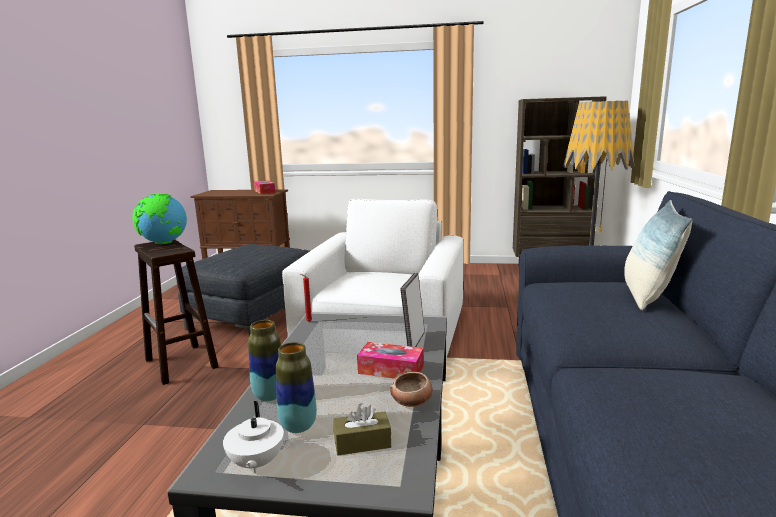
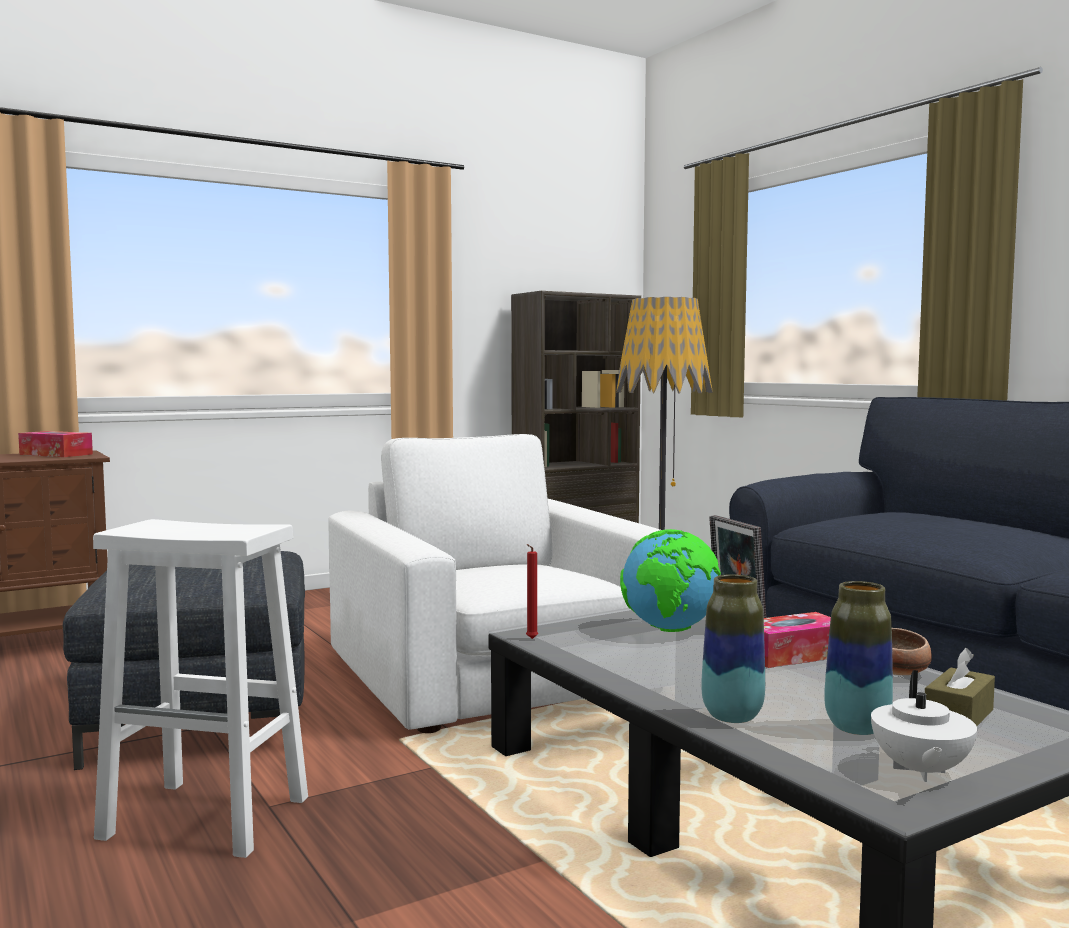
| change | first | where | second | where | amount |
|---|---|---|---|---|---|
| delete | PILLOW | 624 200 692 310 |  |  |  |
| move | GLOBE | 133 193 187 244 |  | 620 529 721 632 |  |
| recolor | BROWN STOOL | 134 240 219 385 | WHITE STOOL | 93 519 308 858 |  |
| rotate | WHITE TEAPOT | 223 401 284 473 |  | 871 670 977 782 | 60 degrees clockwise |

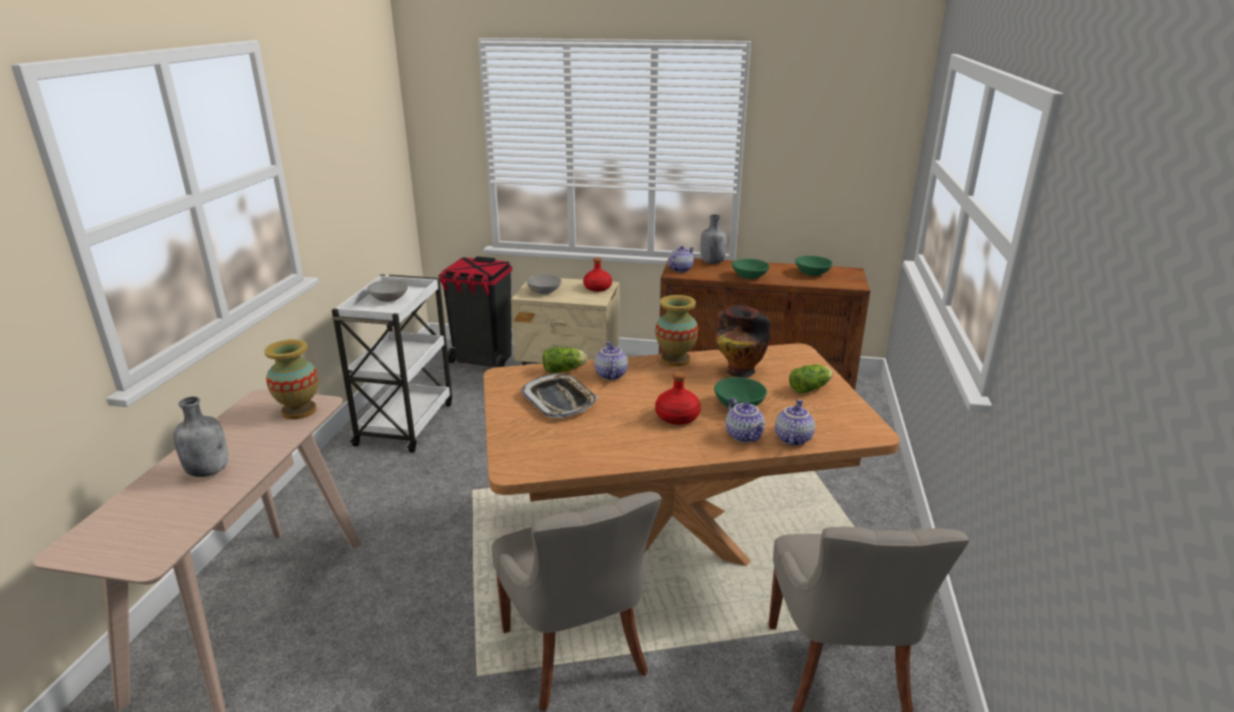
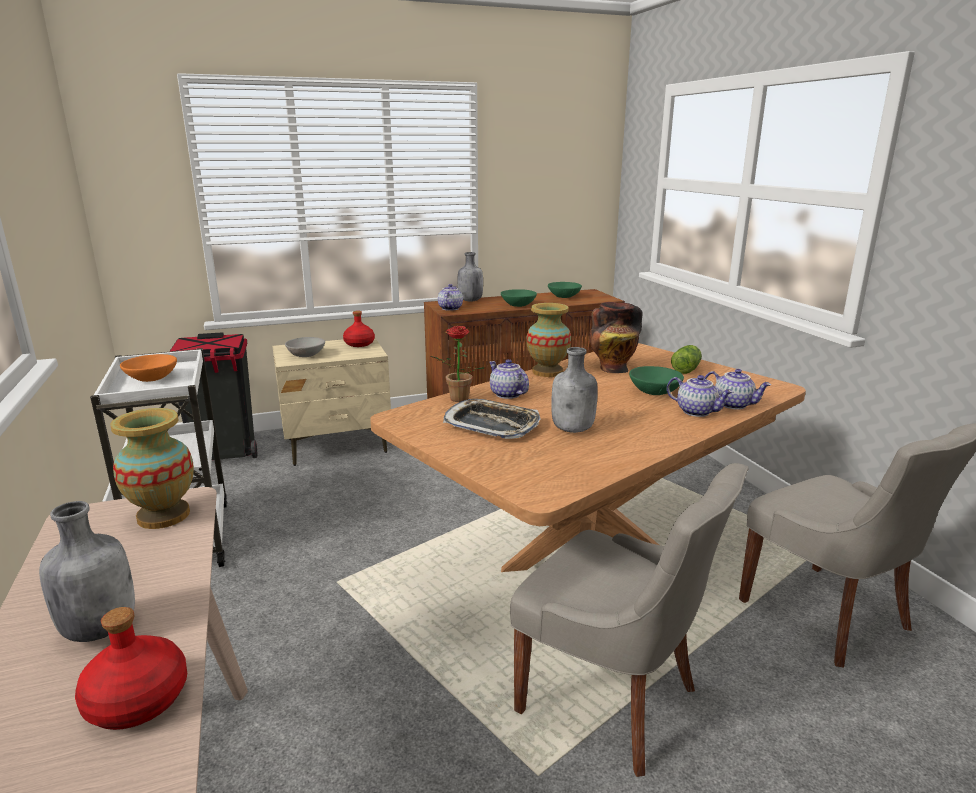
| change | first | where | second | where | amount |
|---|---|---|---|---|---|
| insert |  |  | GREY BOTTLE | 551 347 598 433 |  |
| move | RED BOTTLE | 655 371 701 425 |  | 75 607 187 730 |  |
| replace | LETTUCE | 542 347 587 373 | POTTED PLANT | 431 326 485 402 |  |
| recolor | GREY BOWL | 367 280 408 302 | ORANGE BOWL | 120 354 177 382 |  |
| rotate | TEAPOT | 775 399 815 446 |  | 704 369 771 410 | 135 degrees clockwise |

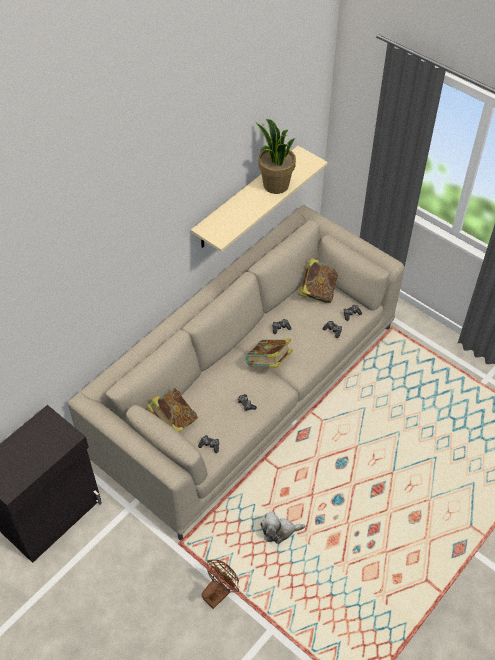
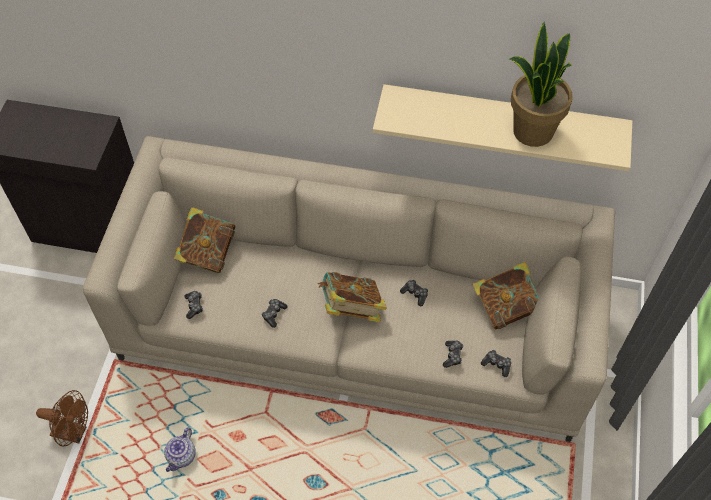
| change | first | where | second | where | amount |
|---|---|---|---|---|---|
| replace | PLUSH TOY | 260 512 305 544 | TEAPOT | 164 427 196 472 |  |

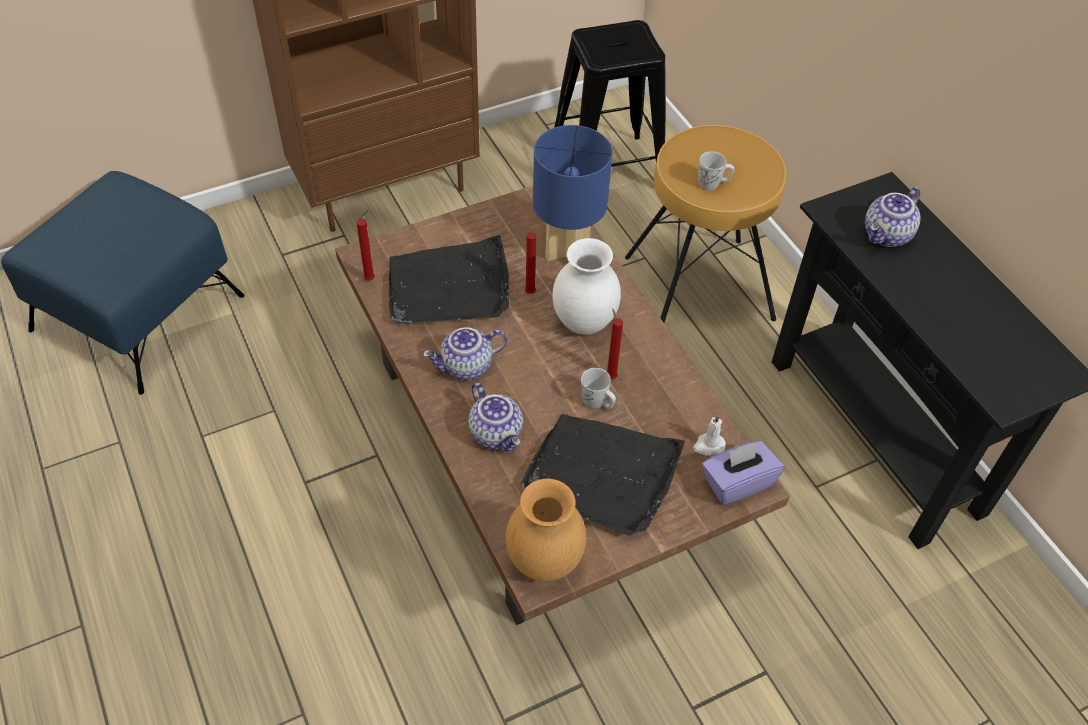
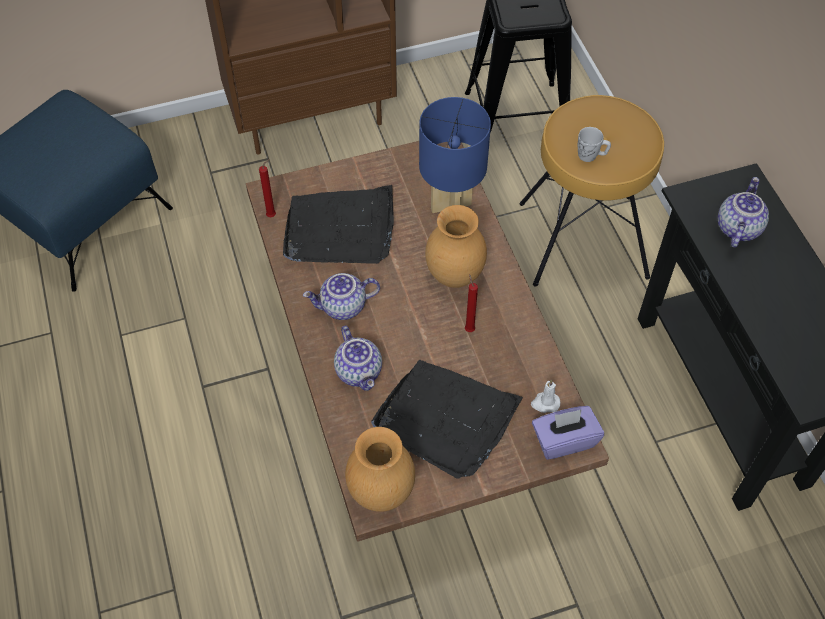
| change | first | where | second | where | amount |
|---|---|---|---|---|---|
| delete | RED CANDLE | 525 226 540 294 |  |  |  |
| delete | WHITE MUG | 581 368 616 409 |  |  |  |
| recolor | WHITE VASE | 553 238 621 335 | BROWN VASE | 425 205 487 288 |  |
| rotate | TEAPOT | 865 187 920 247 |  | 718 177 769 248 | 150 degrees clockwise |

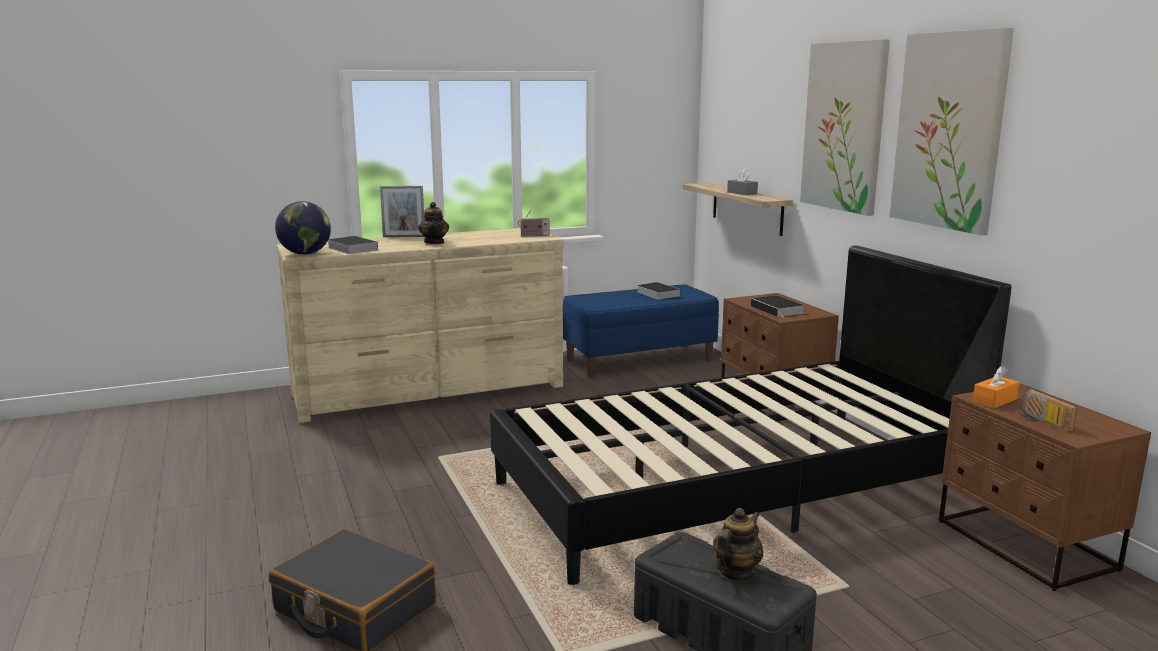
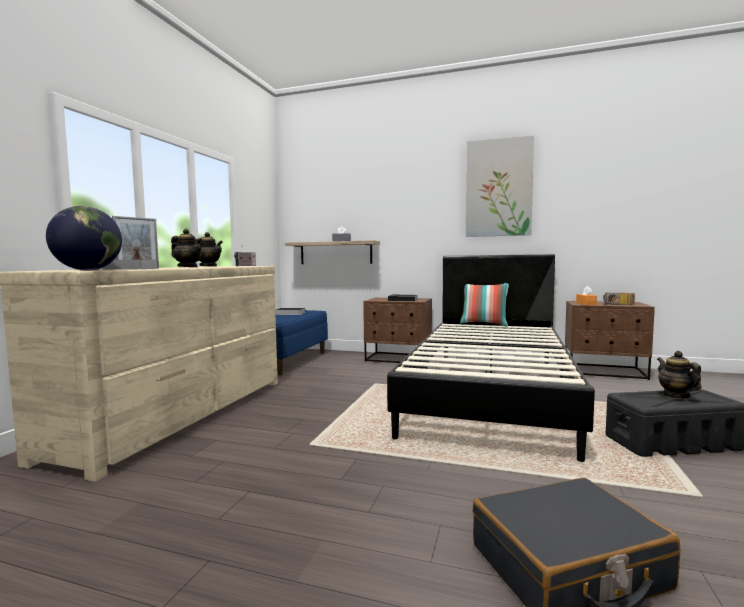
| change | first | where | second | where | amount |
|---|---|---|---|---|---|
| delete | PICTURE | 800 39 890 216 |  |  |  |
| insert |  |  | TEAPOT | 195 232 223 267 |  |
| insert |  |  | PILLOW | 460 283 509 326 |  |

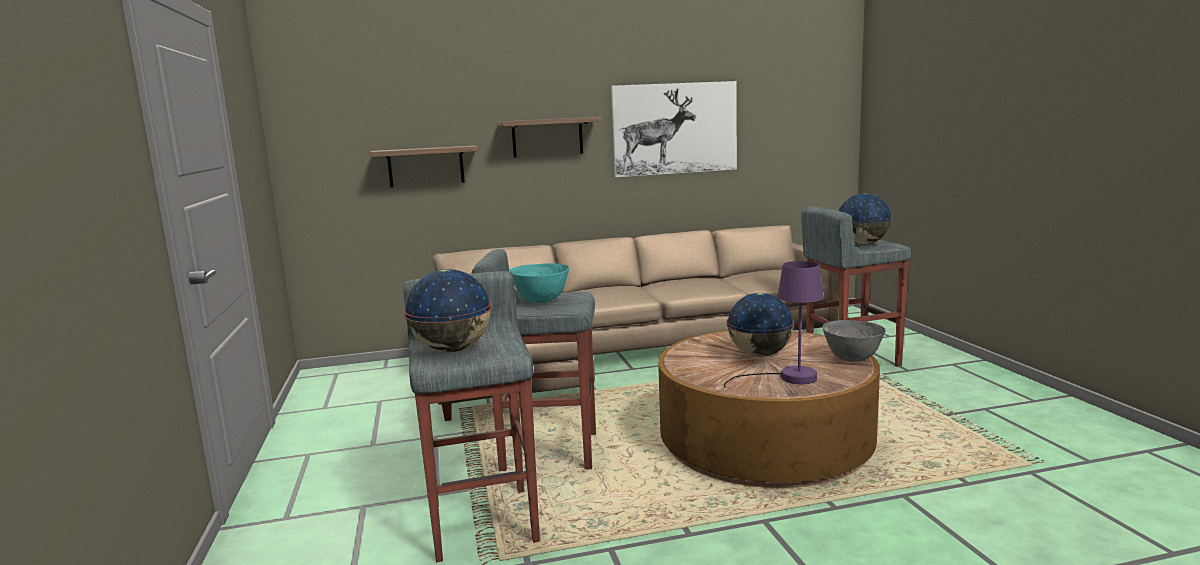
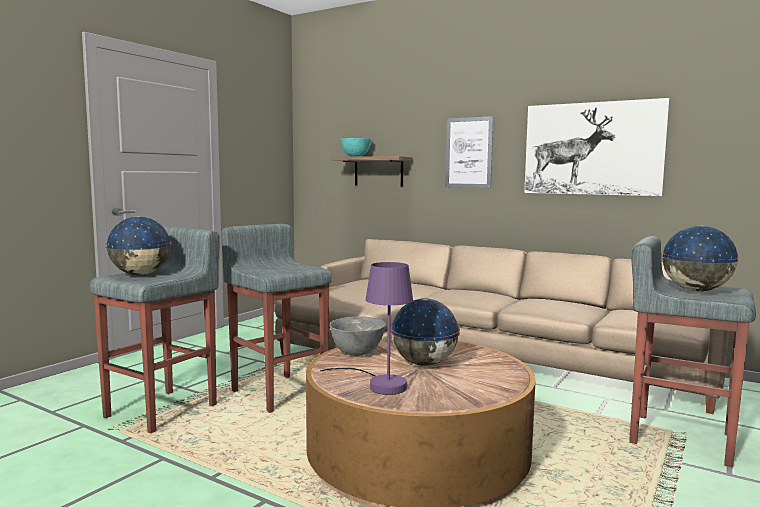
| change | first | where | second | where | amount |
|---|---|---|---|---|---|
| move | TURQUOISE BOWL | 509 263 569 303 |  | 340 138 372 157 |  |
| move | GREY BOWL | 823 320 885 362 |  | 330 316 386 356 |  |
| replace | SHELF | 498 117 602 157 | PICTURE | 445 116 493 188 |  |

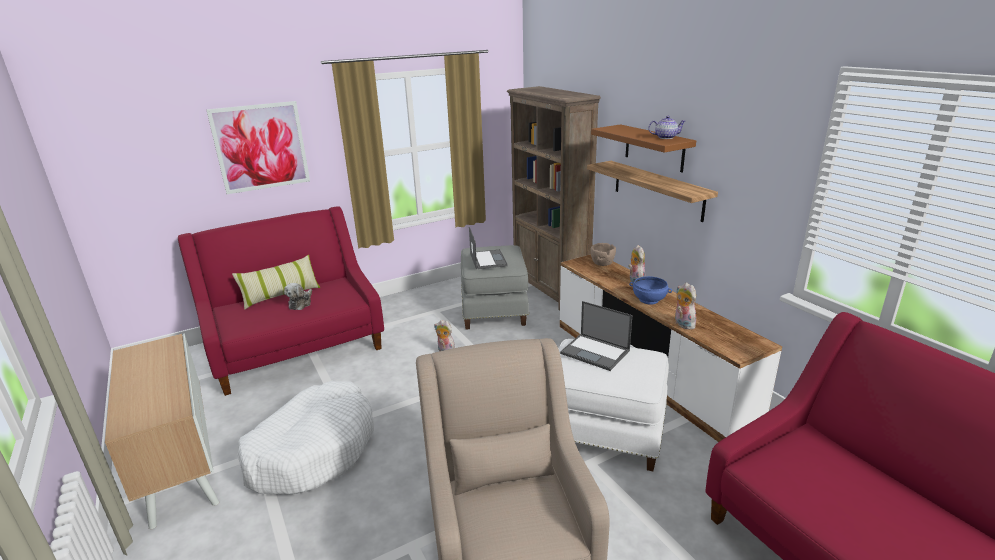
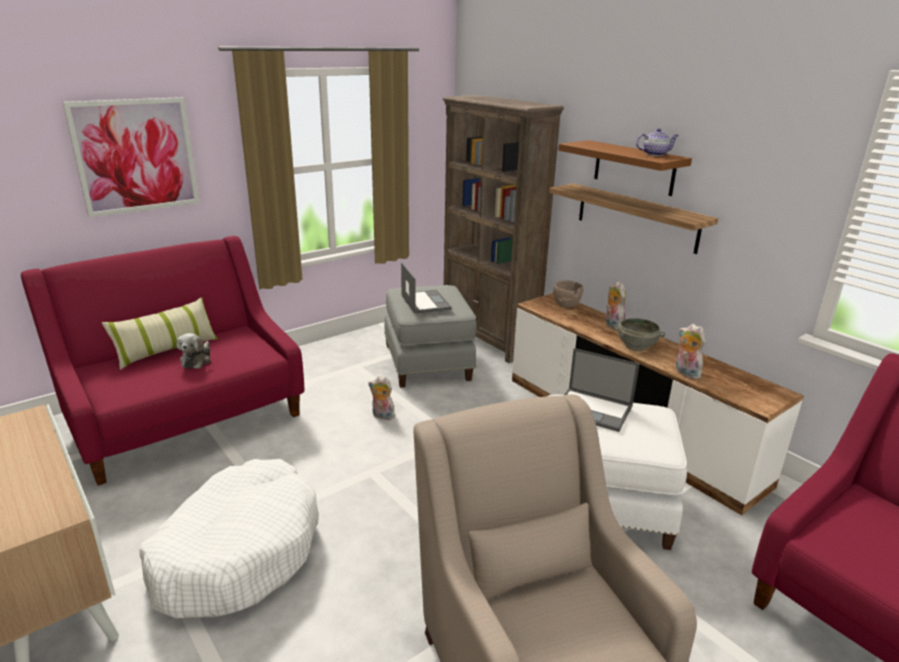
| change | first | where | second | where | amount |
|---|---|---|---|---|---|
| recolor | BLUE BOWL | 629 276 672 305 | GREY BOWL | 613 318 665 351 |  |

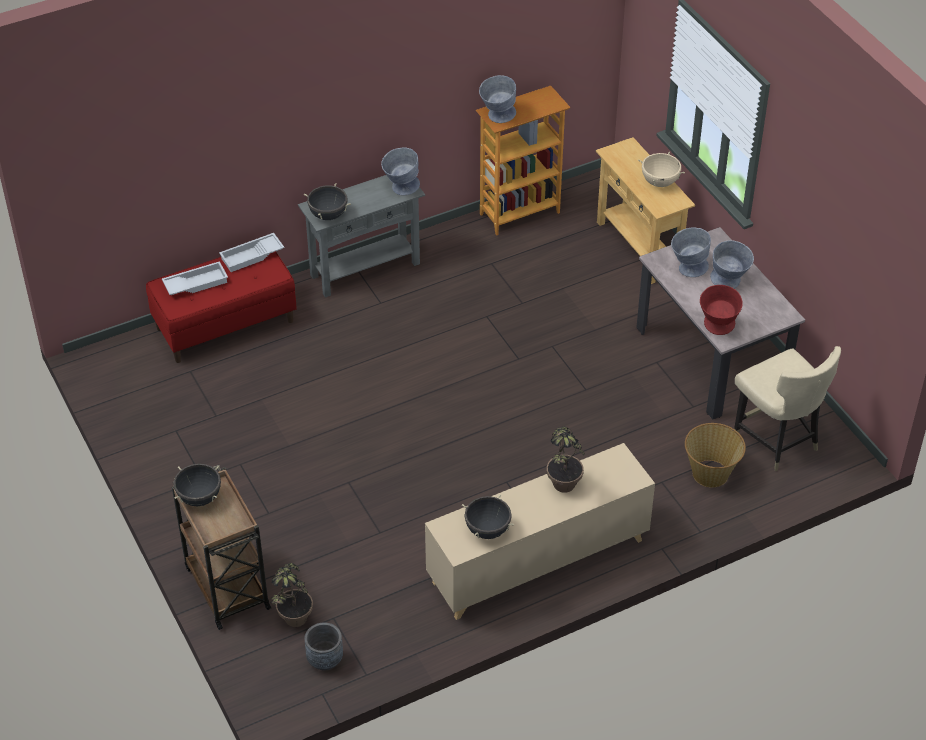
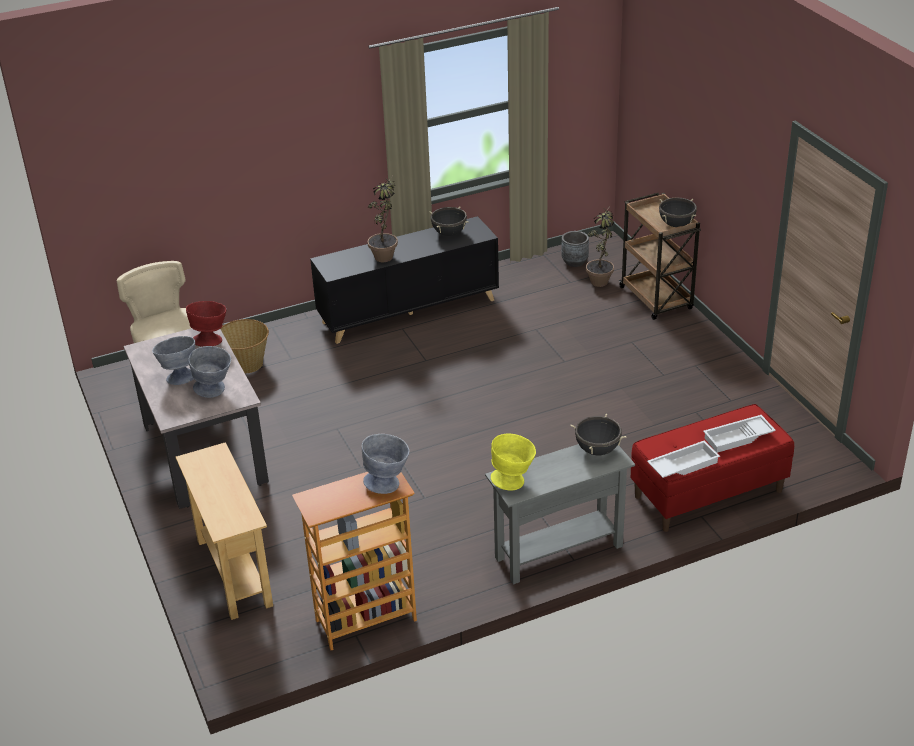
| change | first | where | second | where | amount |
|---|---|---|---|---|---|
| delete | BEIGE COOKING POT | 638 152 685 187 |  |  |  |
| recolor | GREY BOWL | 381 147 420 195 | YELLOW BOWL | 491 434 536 491 |  |
| recolor | BEIGE CABINET | 425 443 655 620 | BLACK CABINET | 310 216 499 344 |  |

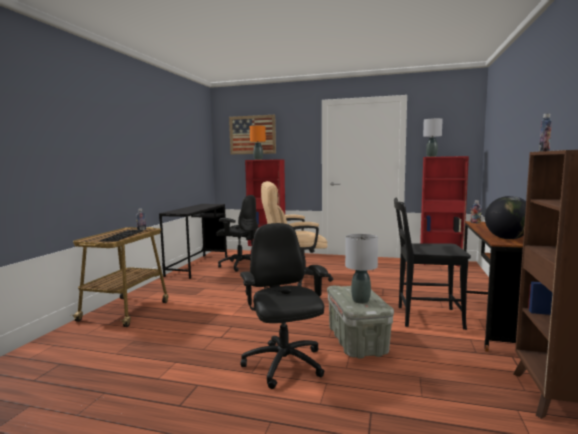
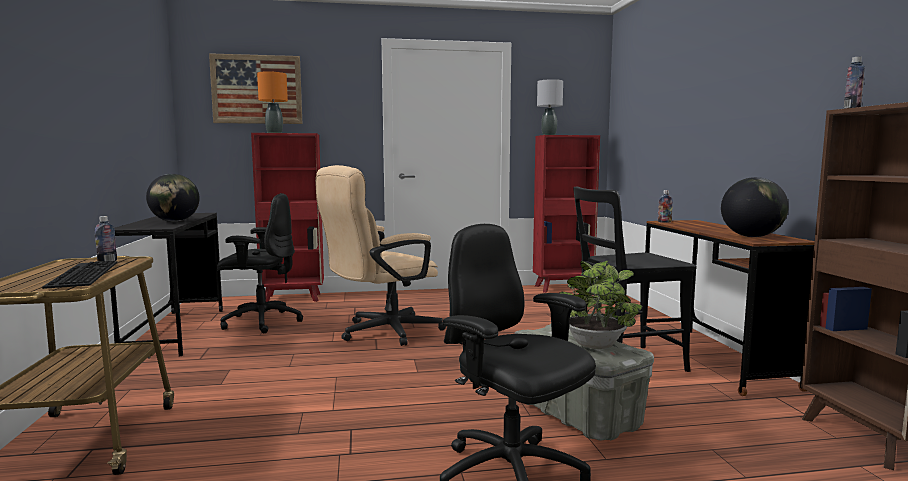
| change | first | where | second | where | amount |
|---|---|---|---|---|---|
| insert |  |  | GLOBE | 146 174 200 222 |  |
| replace | GREY TABLE LAMP | 345 234 378 304 | POTTED PLANT | 560 261 643 349 |  |

